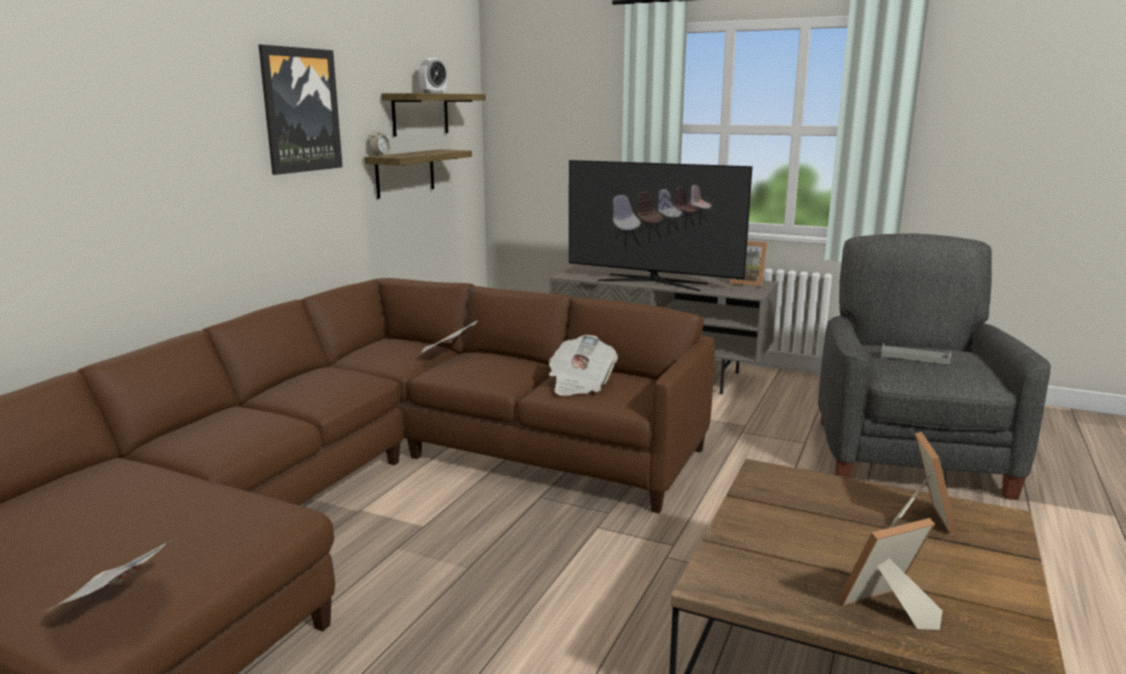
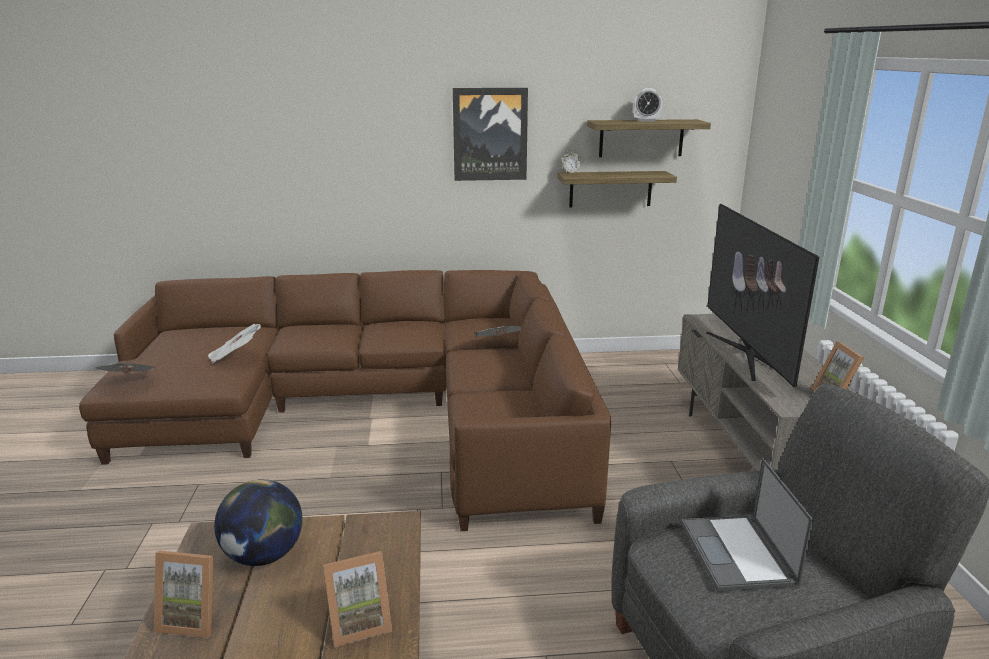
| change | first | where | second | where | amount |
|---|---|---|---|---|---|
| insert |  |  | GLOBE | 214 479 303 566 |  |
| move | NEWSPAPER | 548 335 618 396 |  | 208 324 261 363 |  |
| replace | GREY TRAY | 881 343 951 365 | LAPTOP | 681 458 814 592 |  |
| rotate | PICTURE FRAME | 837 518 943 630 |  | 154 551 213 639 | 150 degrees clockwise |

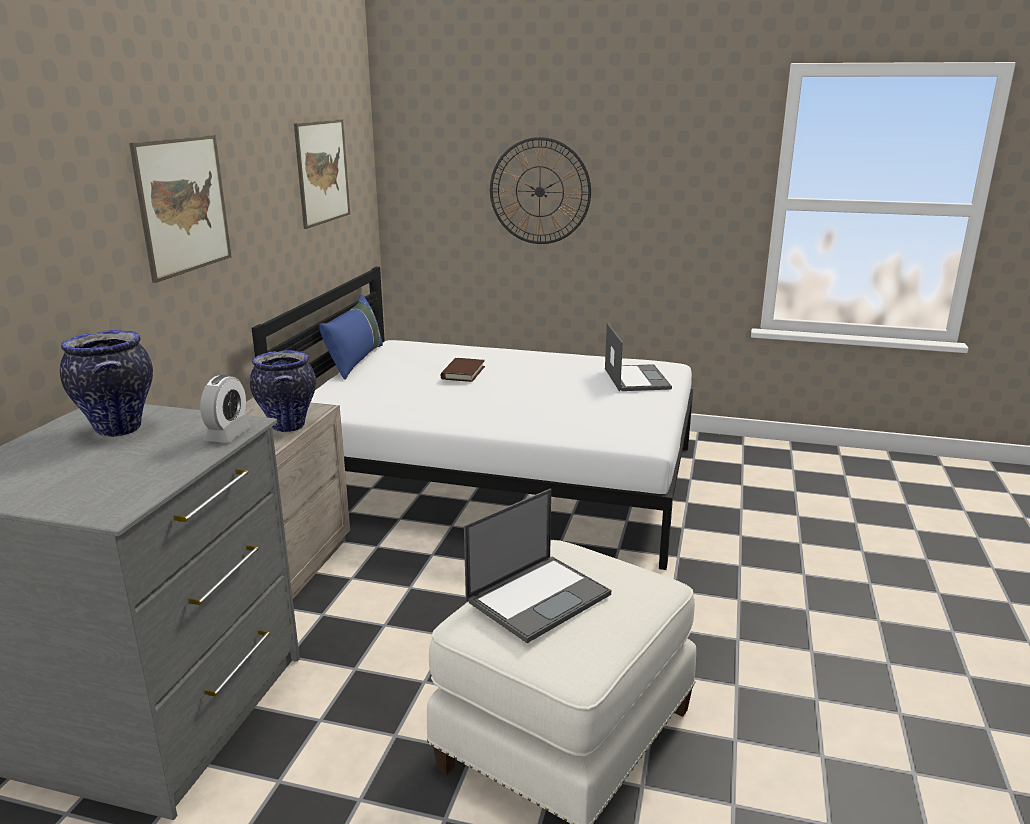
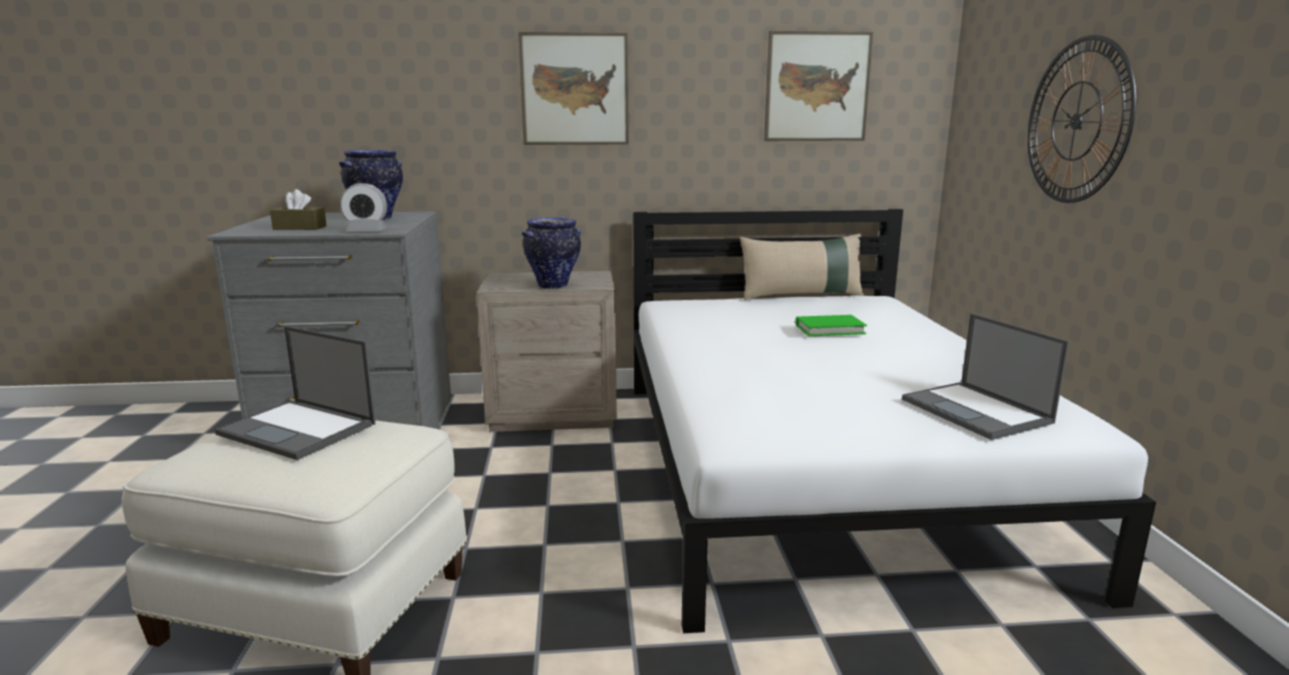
| change | first | where | second | where | amount |
|---|---|---|---|---|---|
| insert |  |  | BROWN TISSUE BOX | 270 189 327 230 |  |
| recolor | BLUE PILLOW | 319 295 383 380 | BEIGE PILLOW | 740 233 864 300 |  |
| recolor | BROWN BOOK | 441 358 485 382 | GREEN BOOK | 795 315 867 336 |  |
| rotate | LAPTOP | 605 323 672 391 |  | 902 313 1069 440 | 90 degrees clockwise |

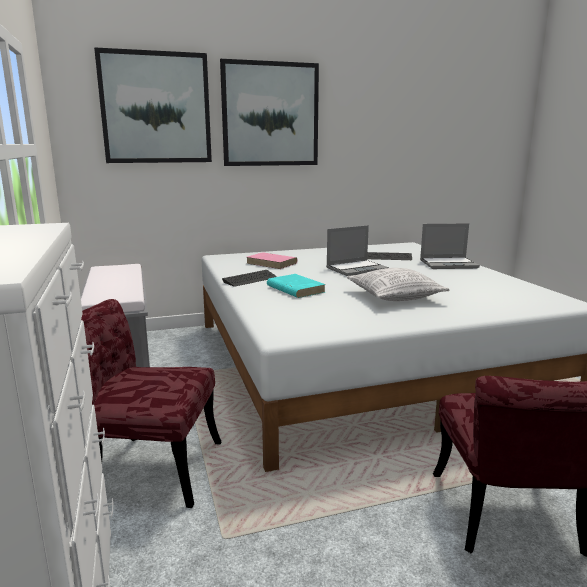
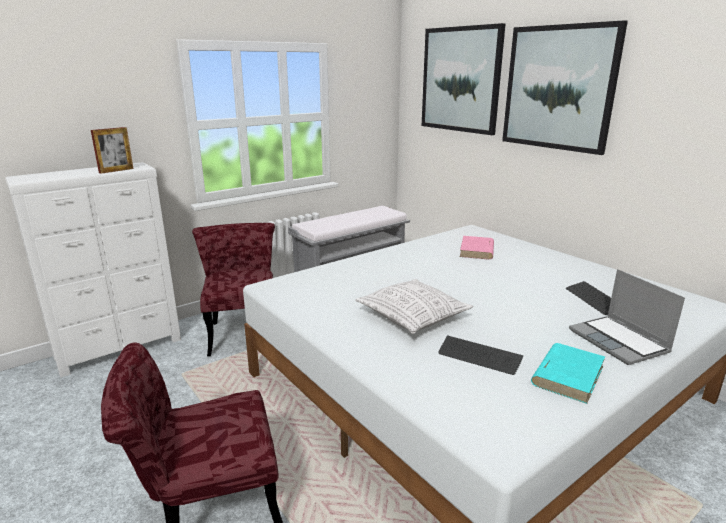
| change | first | where | second | where | amount |
|---|---|---|---|---|---|
| delete | LAPTOP | 326 225 389 276 |  |  |  |
| insert |  |  | PICTURE FRAME | 91 127 134 174 |  |
| move | KEYBOARD | 222 270 277 287 |  | 438 335 524 375 |  |
| move | TURQUOISE BOOK | 267 274 326 298 |  | 531 343 605 404 |  |

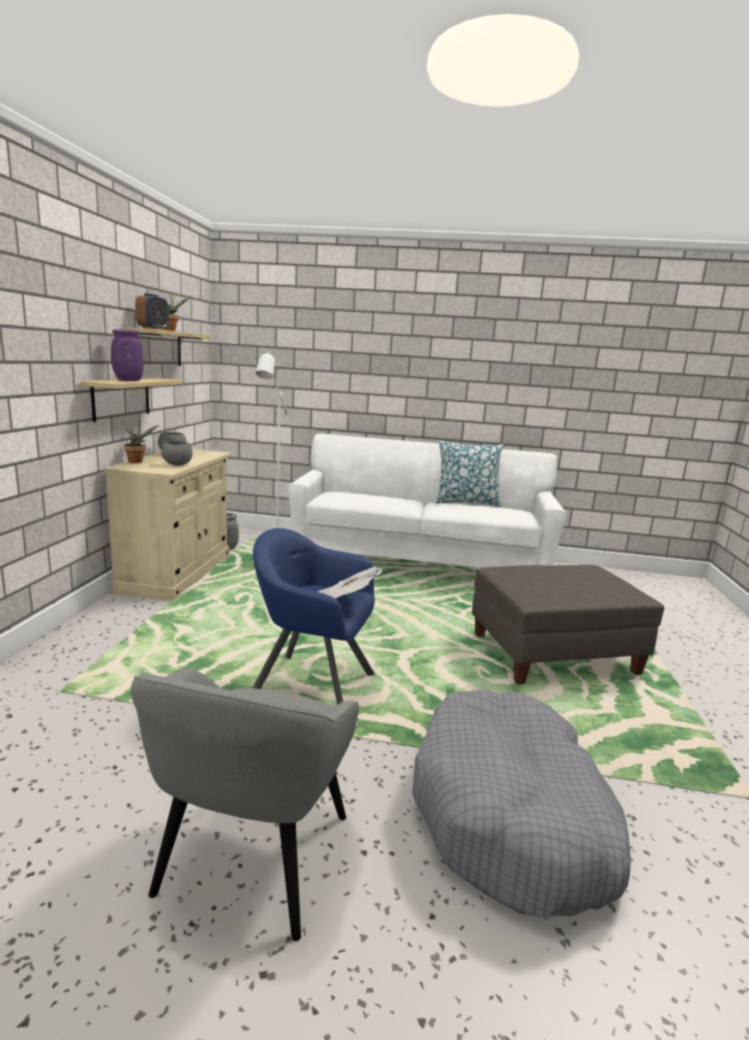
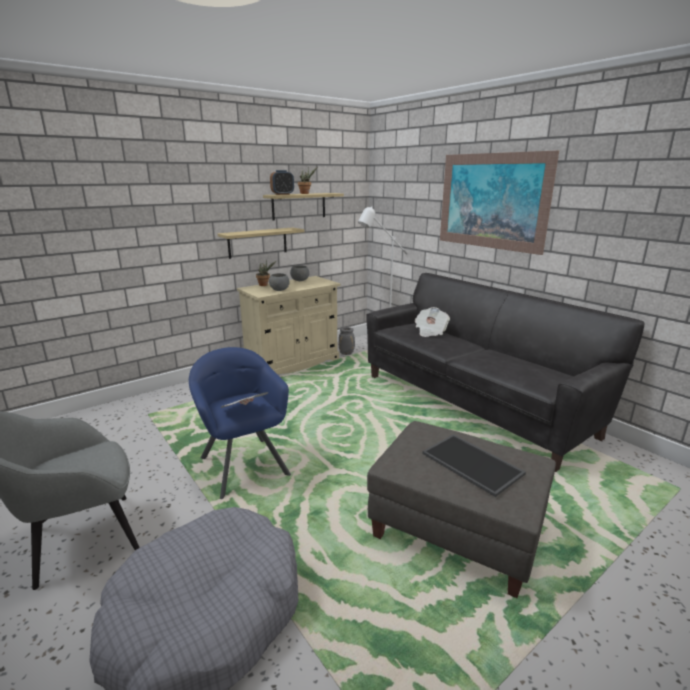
| change | first | where | second | where | amount |
|---|---|---|---|---|---|
| delete | PURPLE VASE | 111 329 144 381 |  |  |  |
| delete | PILLOW | 435 440 504 507 |  |  |  |
| insert |  |  | NEWSPAPER | 415 307 450 337 |  |
| insert |  |  | TRAY | 422 434 526 497 |  |
| insert |  |  | PICTURE | 440 150 559 255 |  |
| recolor | WHITE SOFA | 288 434 567 568 | BLACK SOFA | 366 273 644 472 |  |

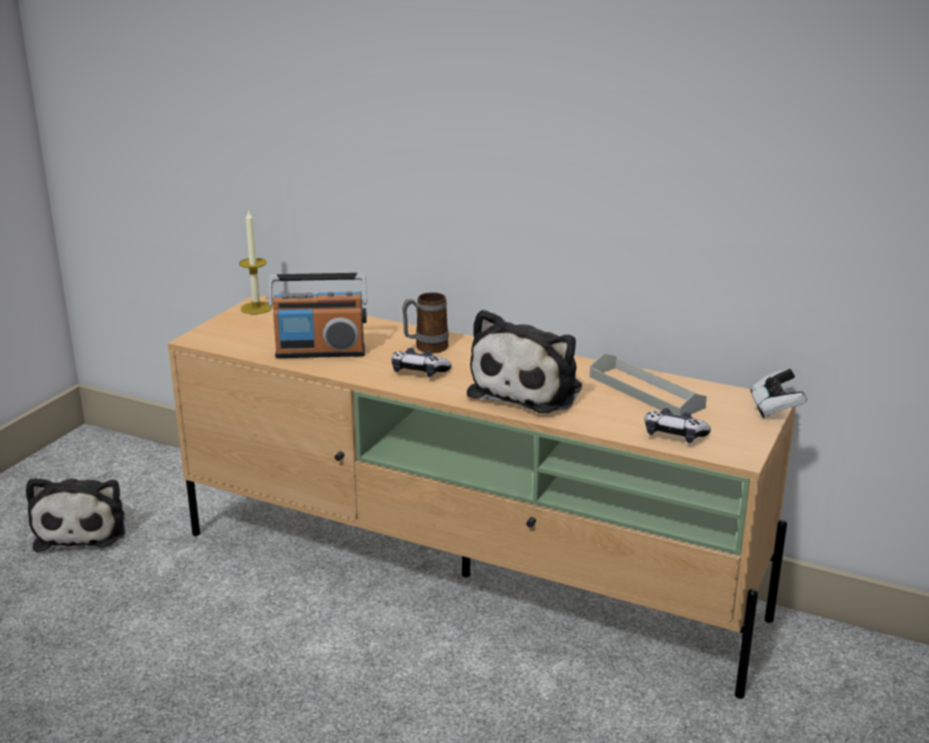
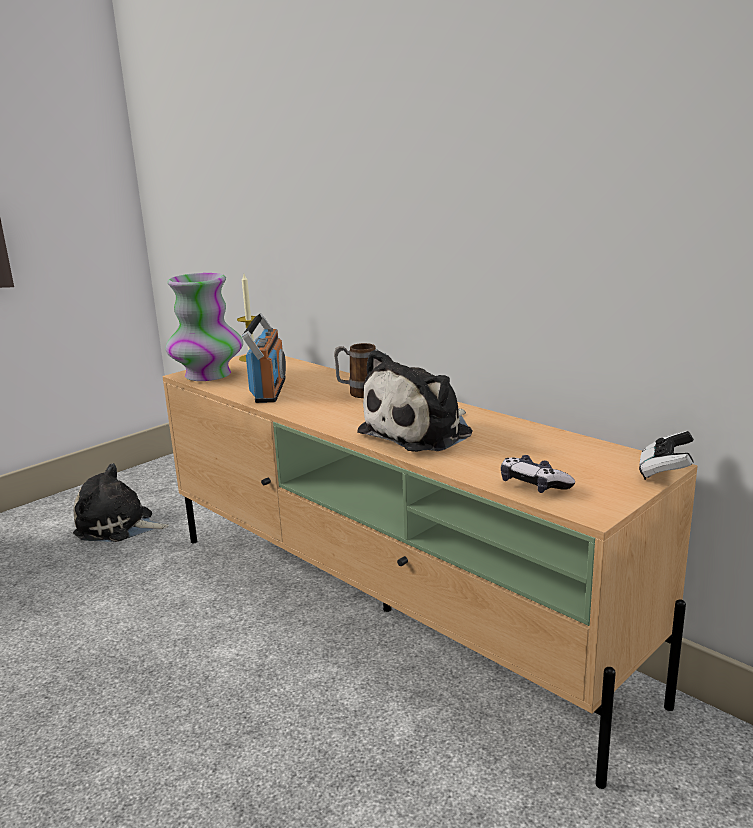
| change | first | where | second | where | amount |
|---|---|---|---|---|---|
| delete | GAME CONTROLLER | 391 348 452 377 |  |  |  |
| delete | GREY TRAY | 590 353 707 416 |  |  |  |
| insert |  |  | VASE | 165 273 243 381 |  |
| rotate | PLUSH TOY | 26 478 125 552 |  | 73 463 169 542 | 90 degrees clockwise |
| rotate | RADIO | 268 273 367 358 |  | 242 313 286 403 | 105 degrees counterclockwise |

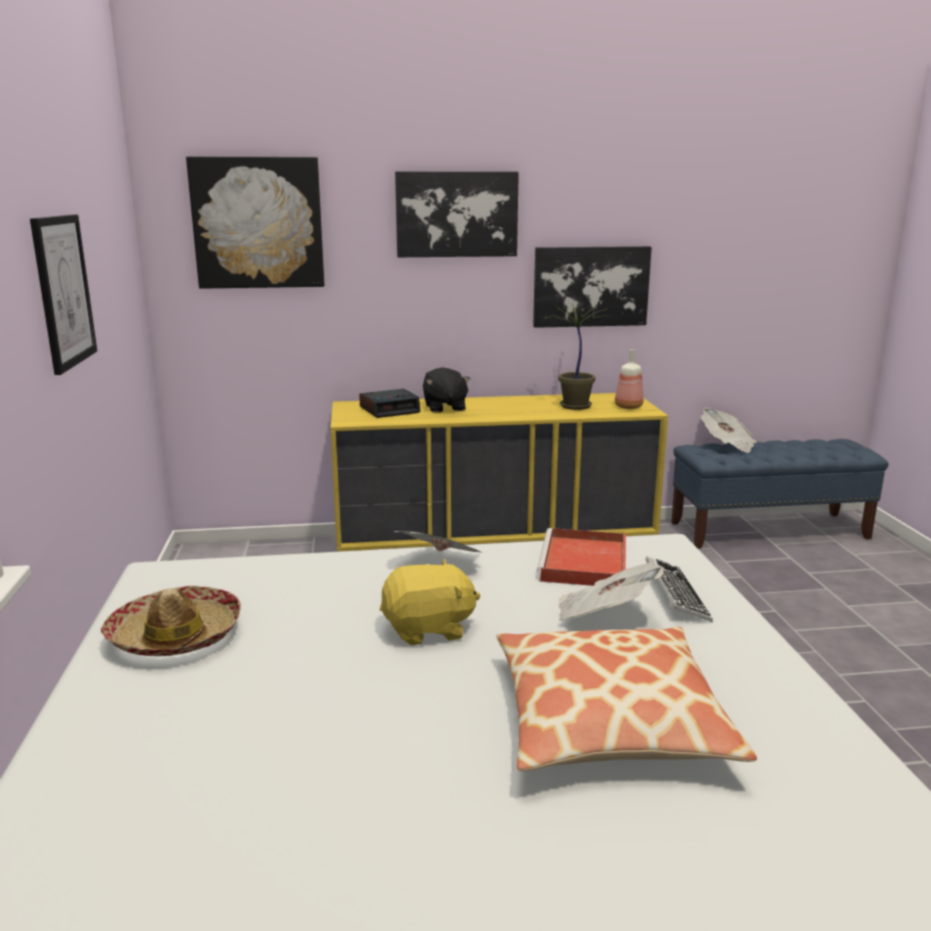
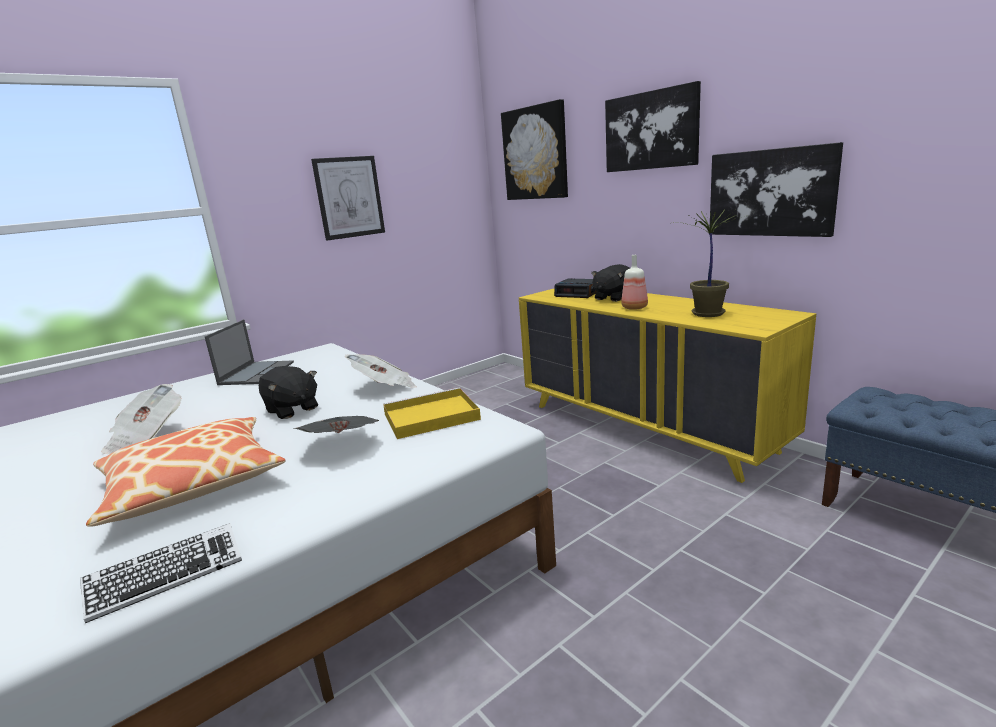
| change | first | where | second | where | amount |
|---|---|---|---|---|---|
| move | BOTTLE | 615 349 644 409 |  | 621 255 648 310 |  |
| move | KEYBOARD | 645 556 713 622 |  | 80 523 242 623 |  |
| move | NEWSPAPER | 701 408 757 453 |  | 101 384 181 454 |  |
| replace | HAT | 101 586 241 656 | LAPTOP | 205 320 294 385 |  |
| recolor | YELLOW PLUSH TOY | 380 559 481 645 | BLACK PLUSH TOY | 259 366 318 419 |  |
| recolor | RED TRAY | 537 528 626 586 | YELLOW TRAY | 383 388 481 439 |  |

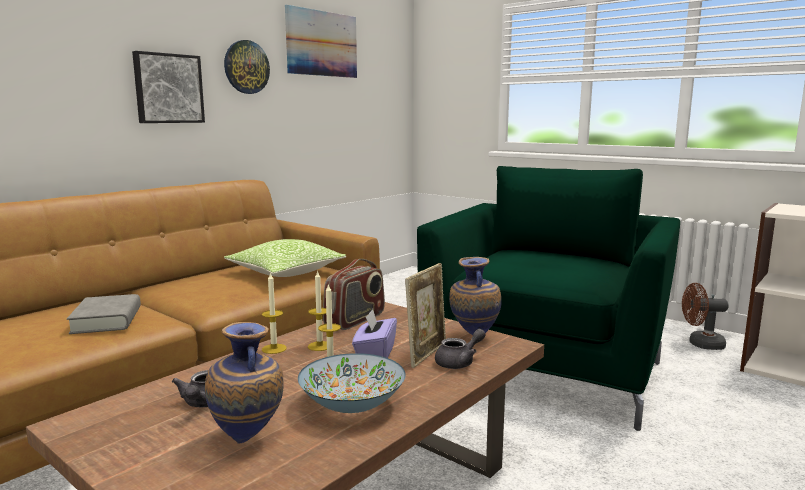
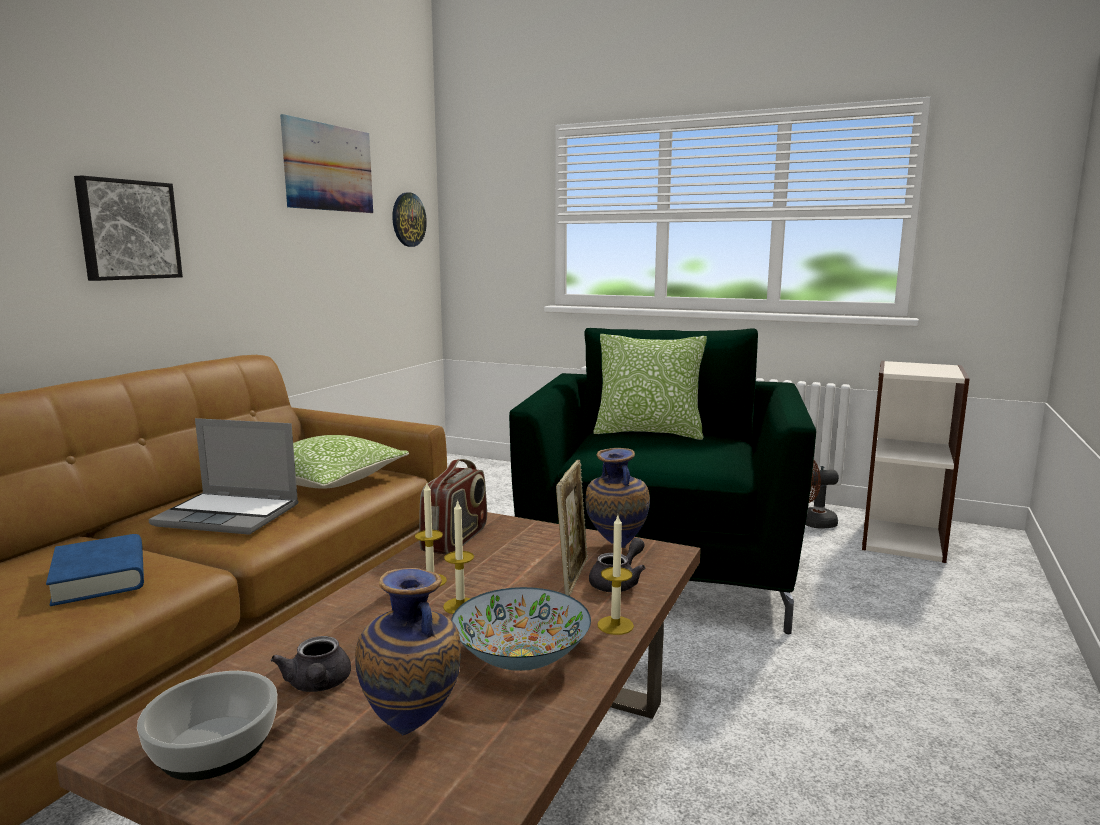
| change | first | where | second | where | amount |
|---|---|---|---|---|---|
| delete | PURPLE TISSUE BOX | 352 309 397 358 |  |  |  |
| insert |  |  | BOWL | 137 671 277 781 |  |
| insert |  |  | LAPTOP | 148 418 299 535 |  |
| insert |  |  | PILLOW | 593 334 707 440 |  |
| move | WALL CLOCK | 224 40 270 94 |  | 392 192 427 247 |  |
| move | CANDLE | 262 272 287 354 |  | 597 516 634 635 |  |
| recolor | GREY BOOK | 67 294 141 334 | BLUE BOOK | 46 534 144 606 |  |

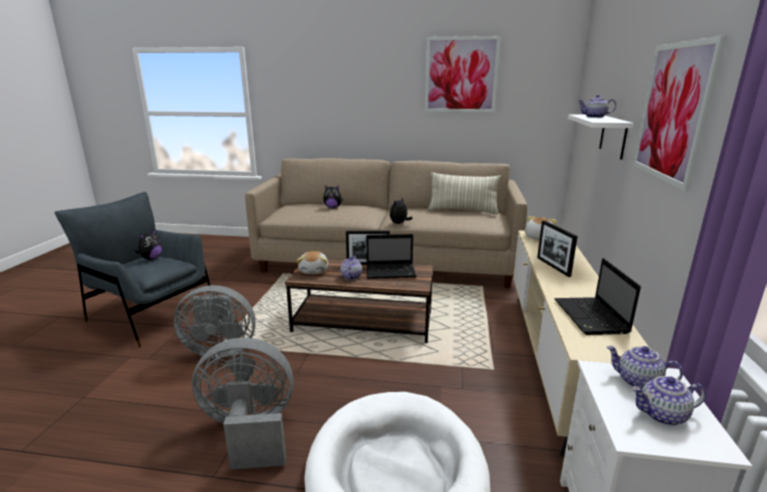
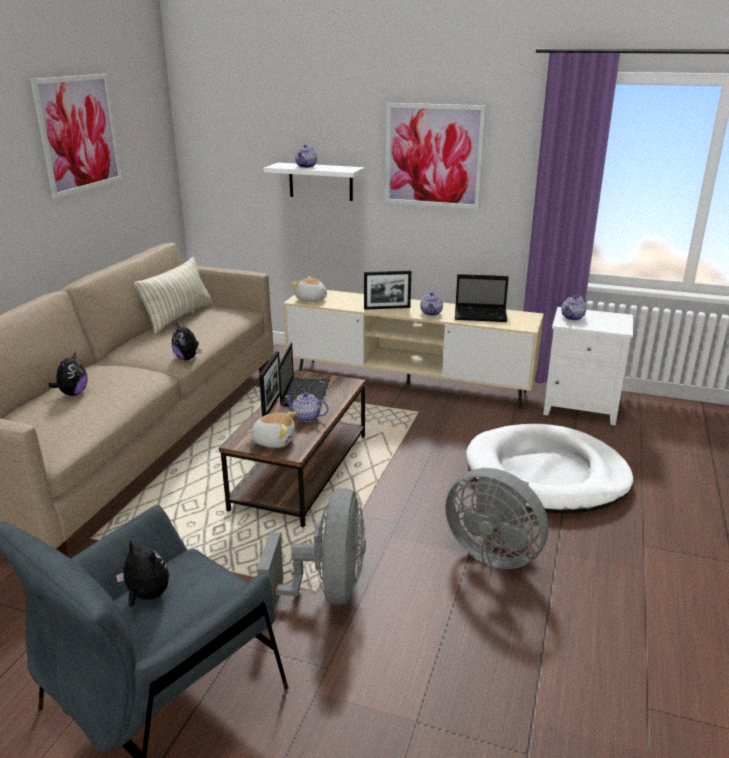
| change | first | where | second | where | amount |
|---|---|---|---|---|---|
| move | TEAPOT | 632 376 706 426 |  | 420 291 443 316 |  |
| rotate | GREY FAN | 192 338 294 470 |  | 445 467 548 569 | 60 degrees counterclockwise |

